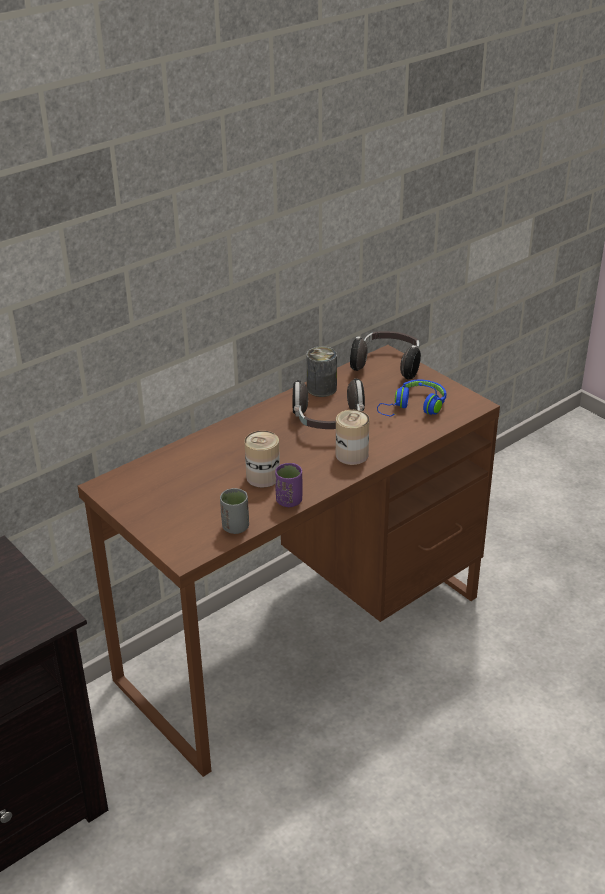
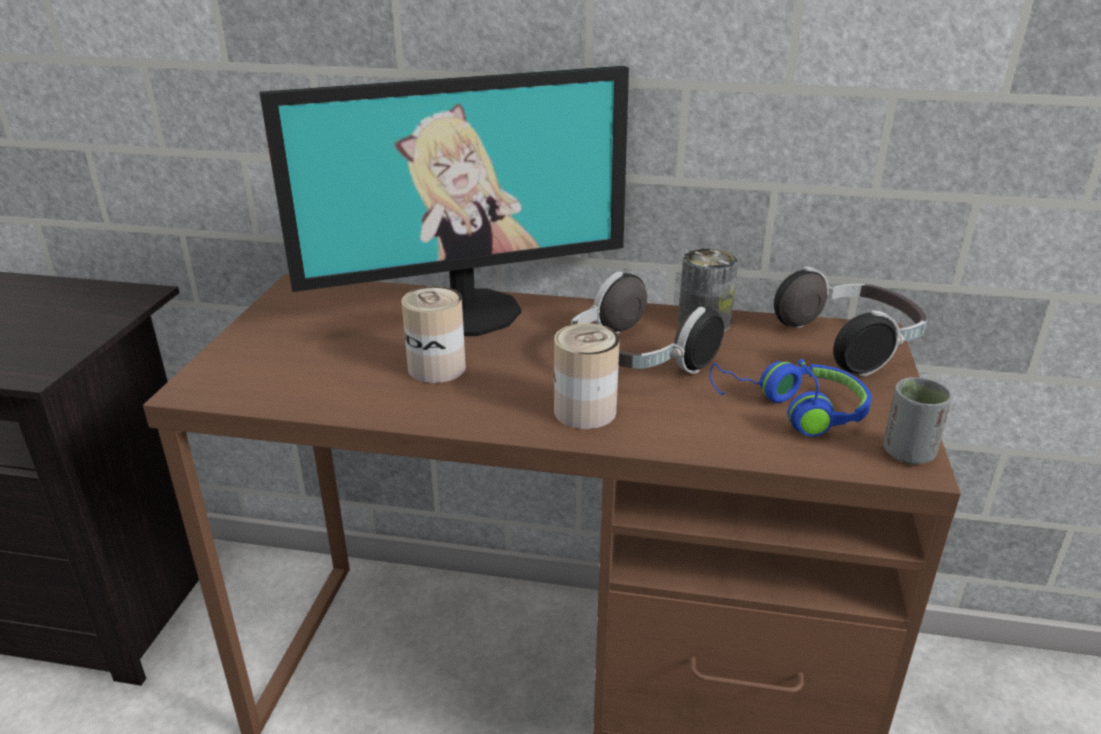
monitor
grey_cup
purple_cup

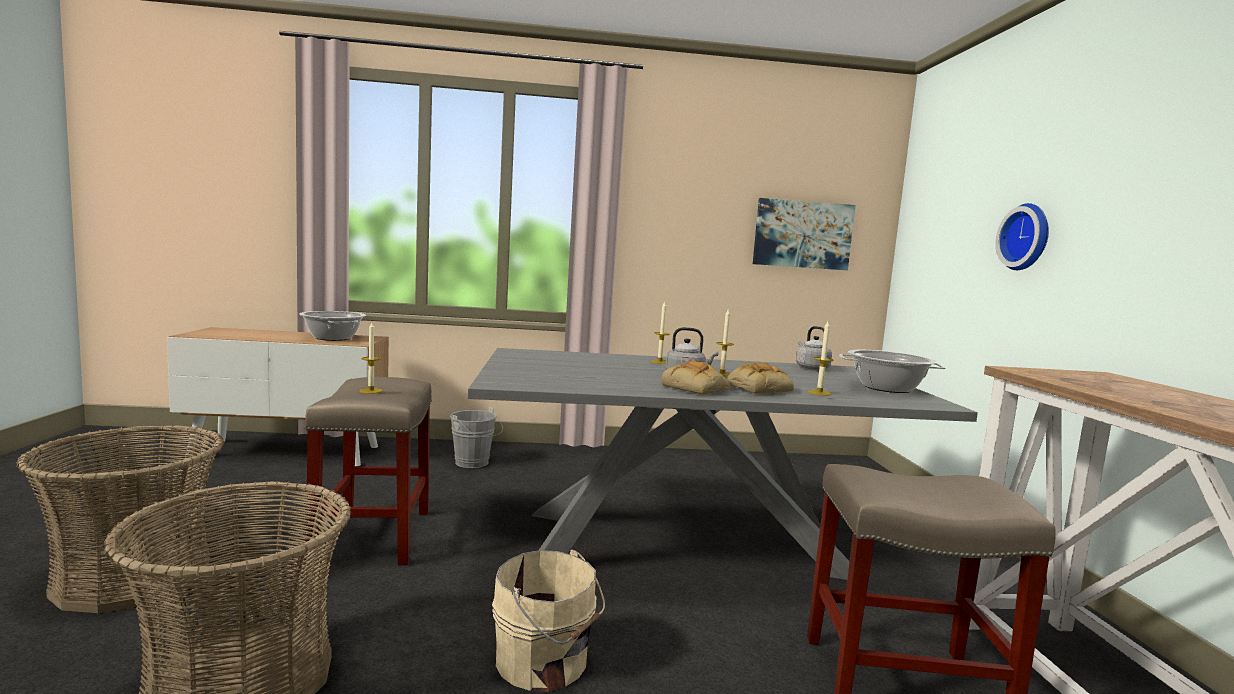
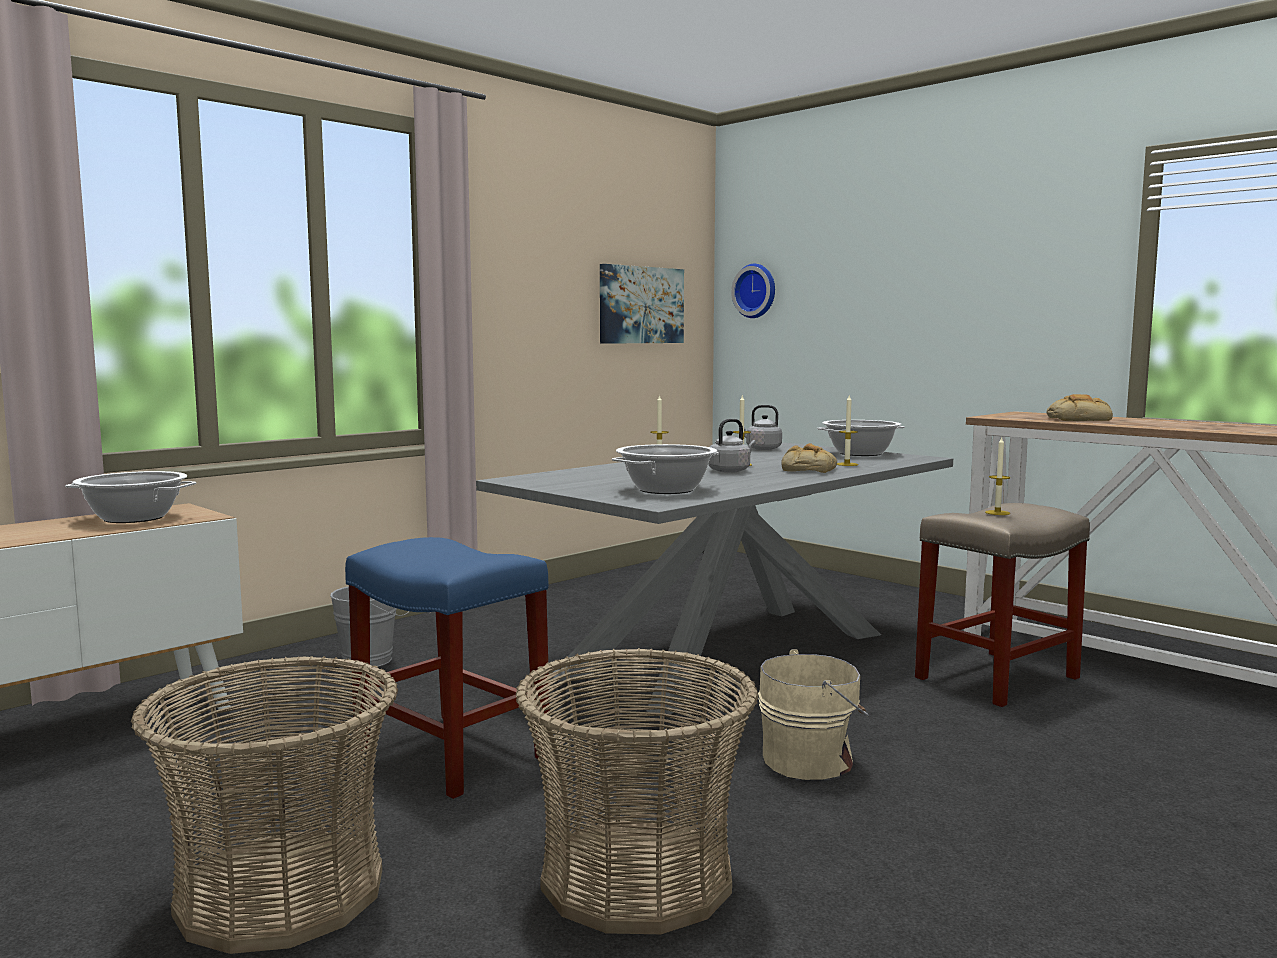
blue_stool
cooking_pot (2nd from left)
wall_clock
candle (4th from left)
bread (2nd from left)

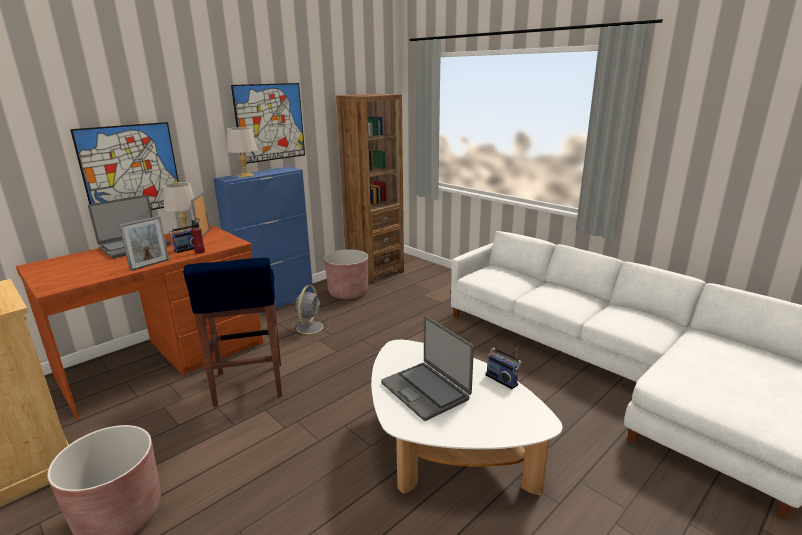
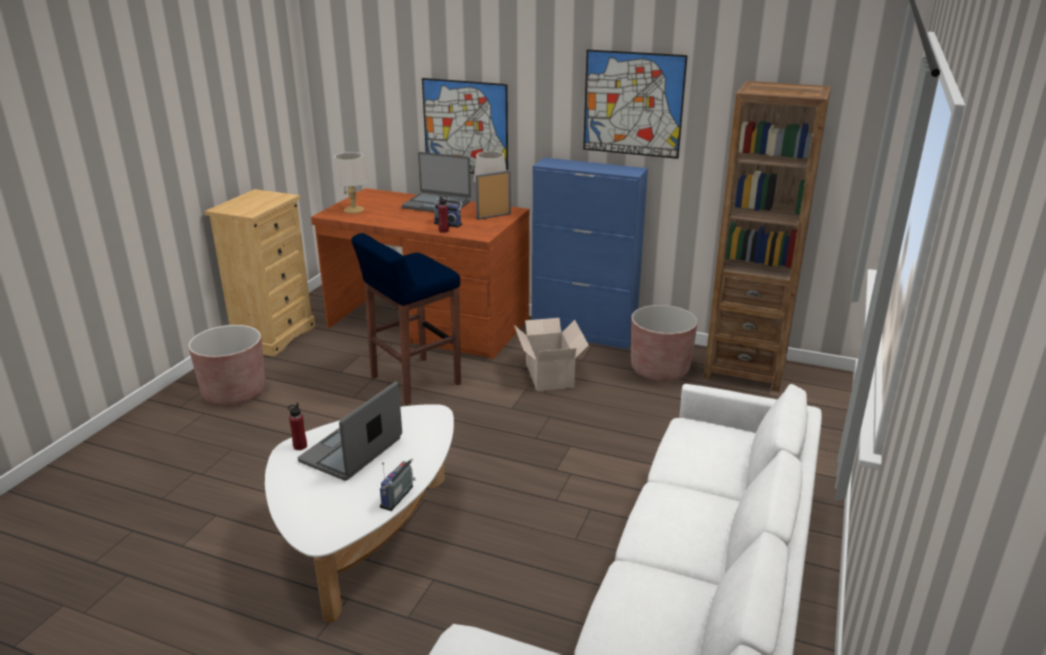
red_bottle (1st from left)
grey_table_lamp (1st from left)
cardboard_box
picture_frame (1st from left in the first image)

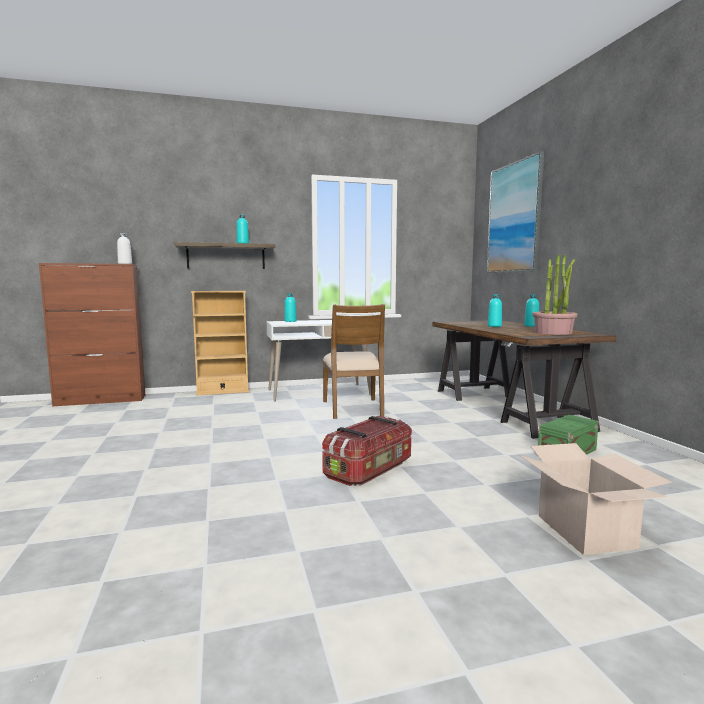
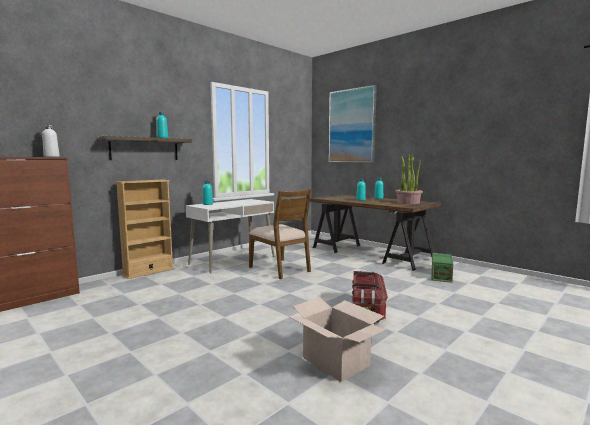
cardboard_box

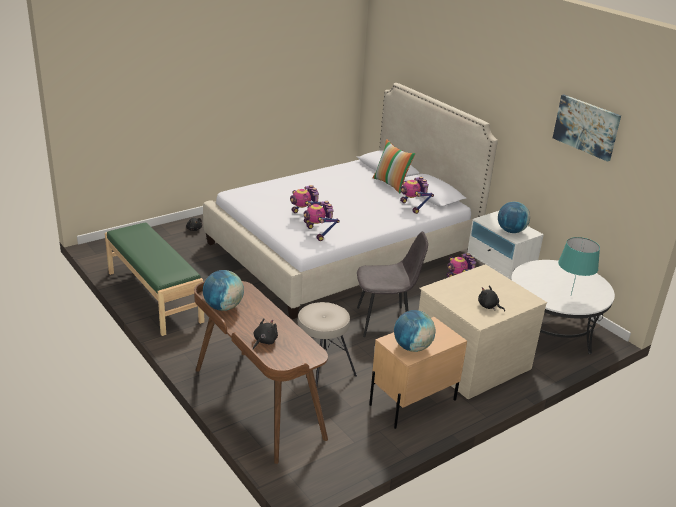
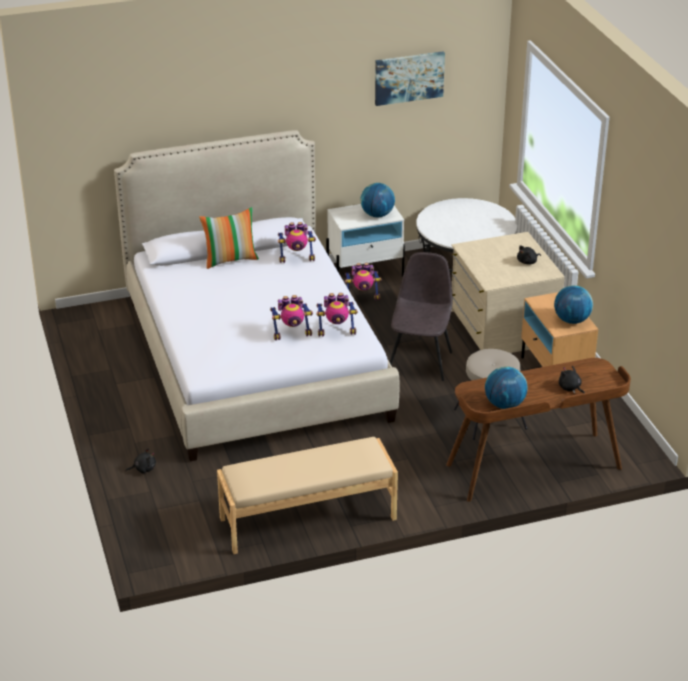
beige_bench
turquoise_table_lamp

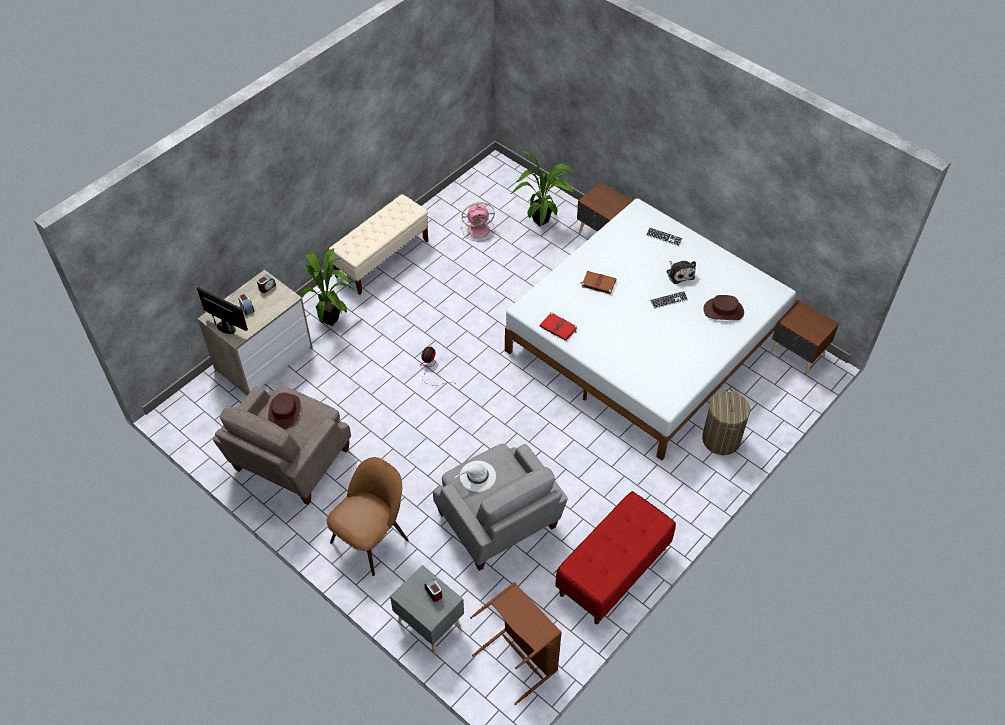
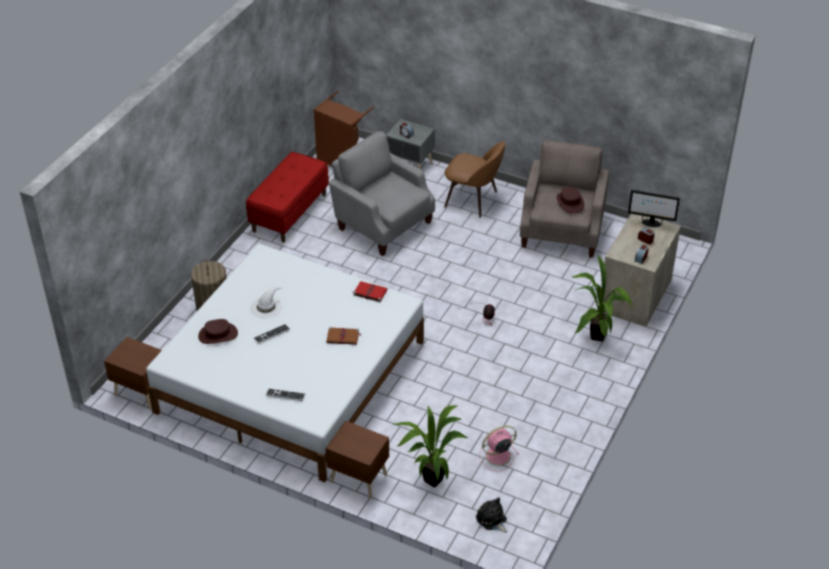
white_hat
brown_chair
plush_toy
beige_bench

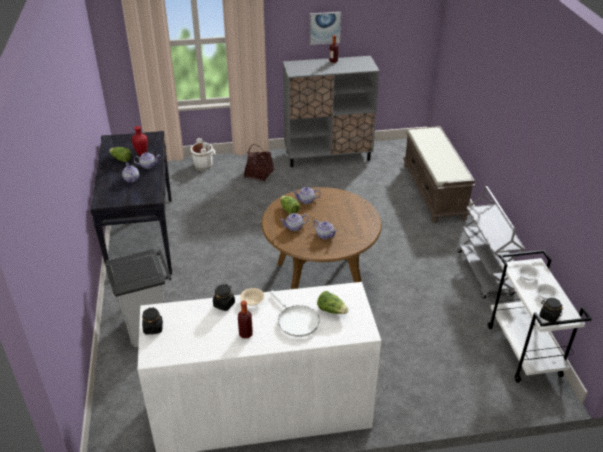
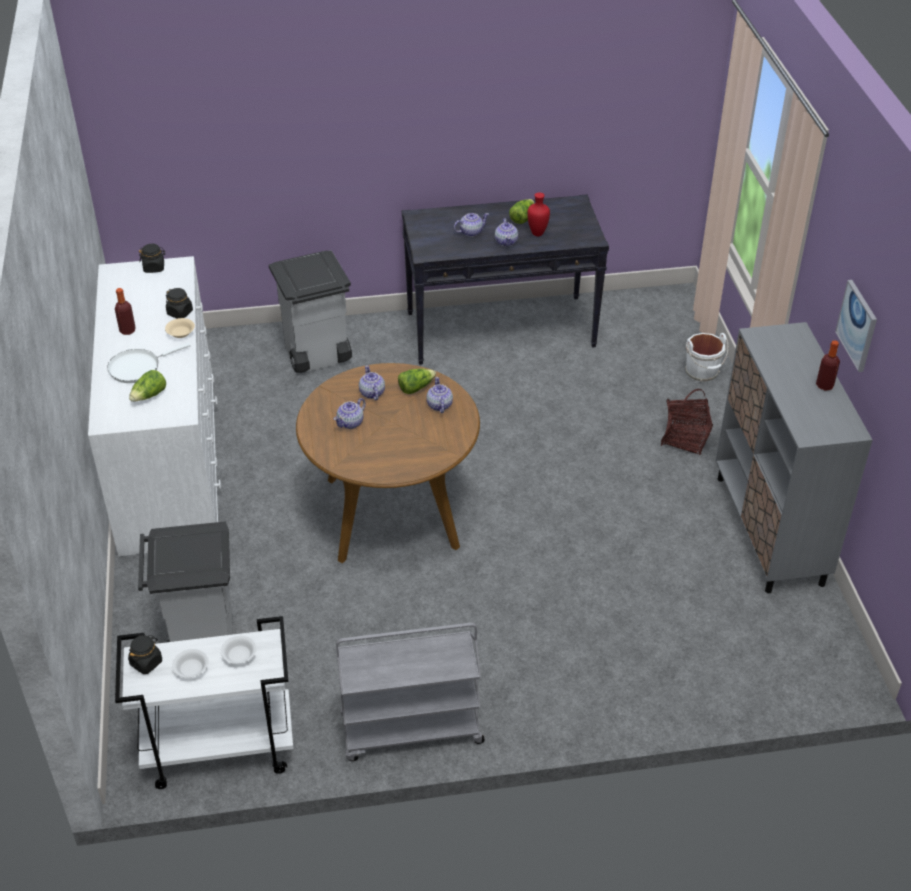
grey_trash_can (1st from left)
brown_bench

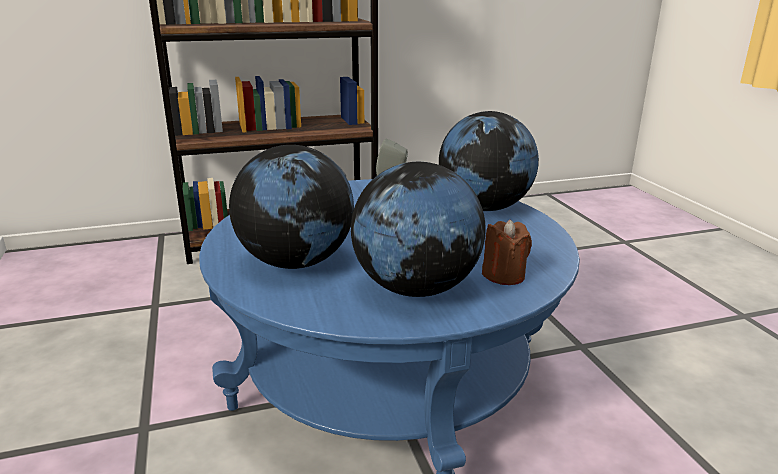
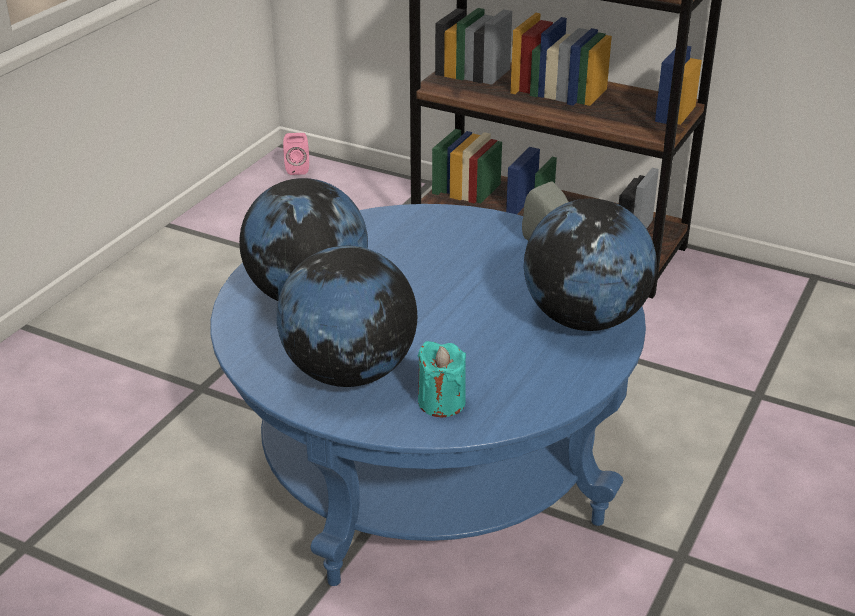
pink_speaker
turquoise_candle

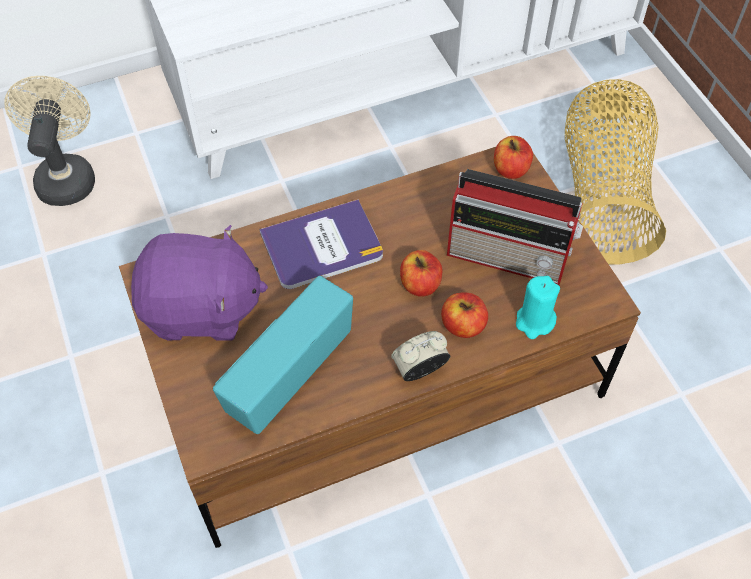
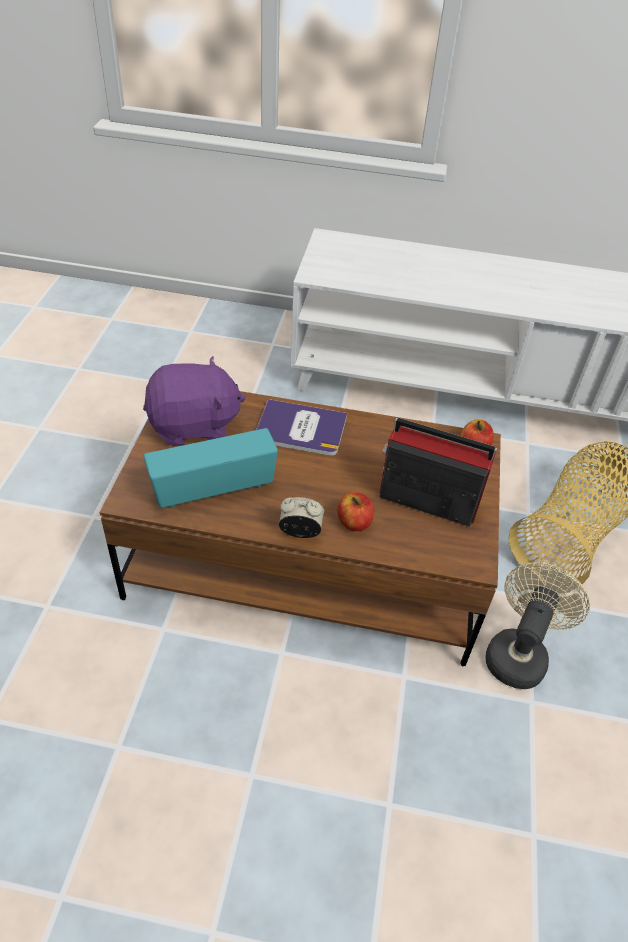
purple_plush_toy
radio (2nd from left)
beige_fan
apple (1st from left in the first image)
turquoise_candle

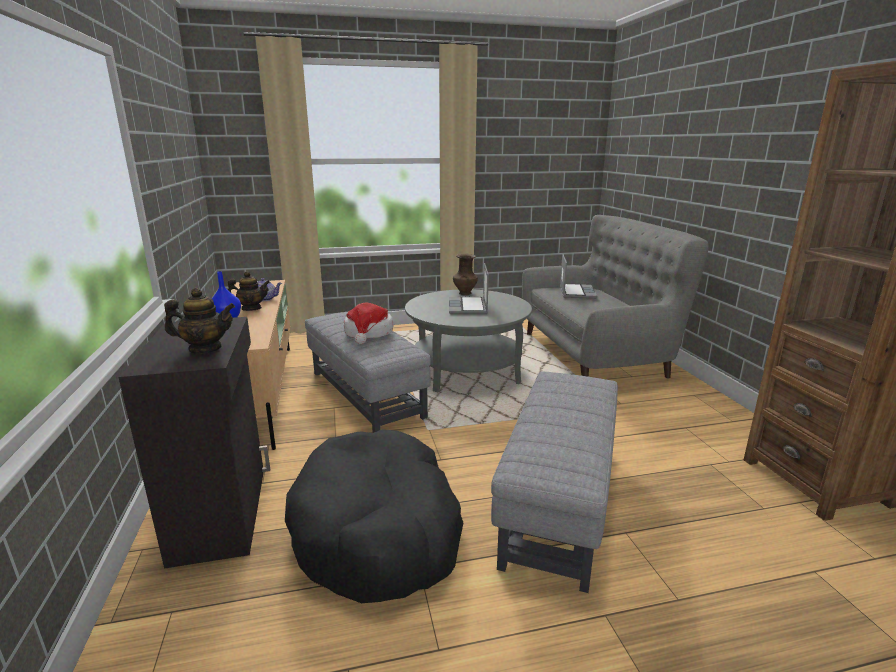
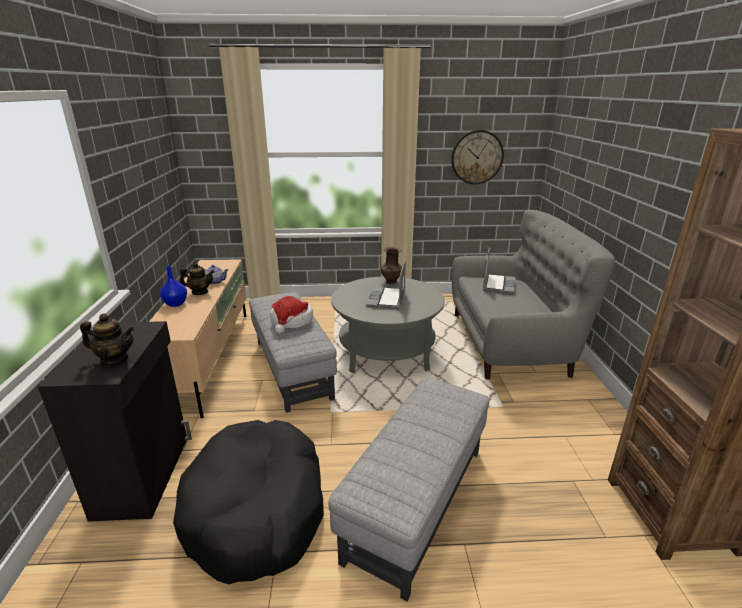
wall_clock

